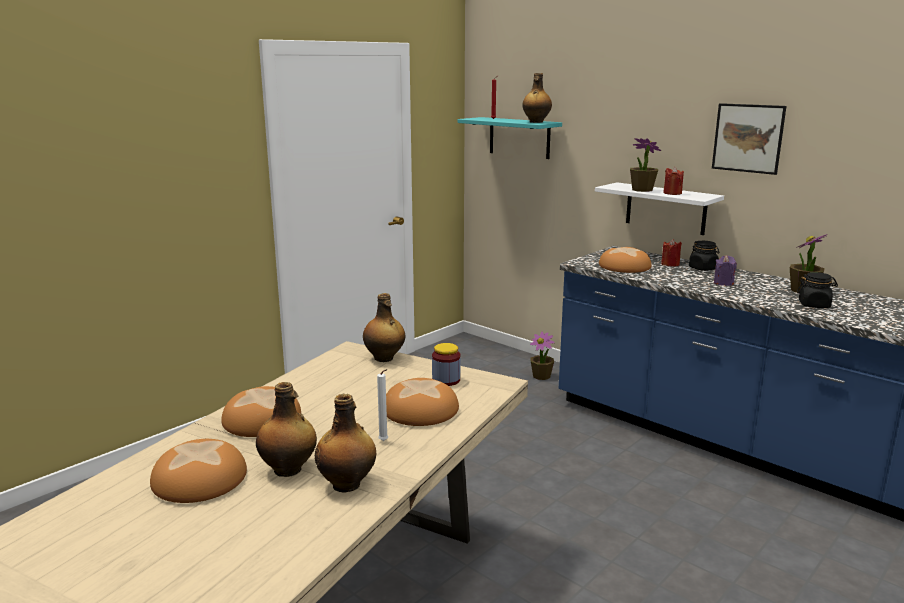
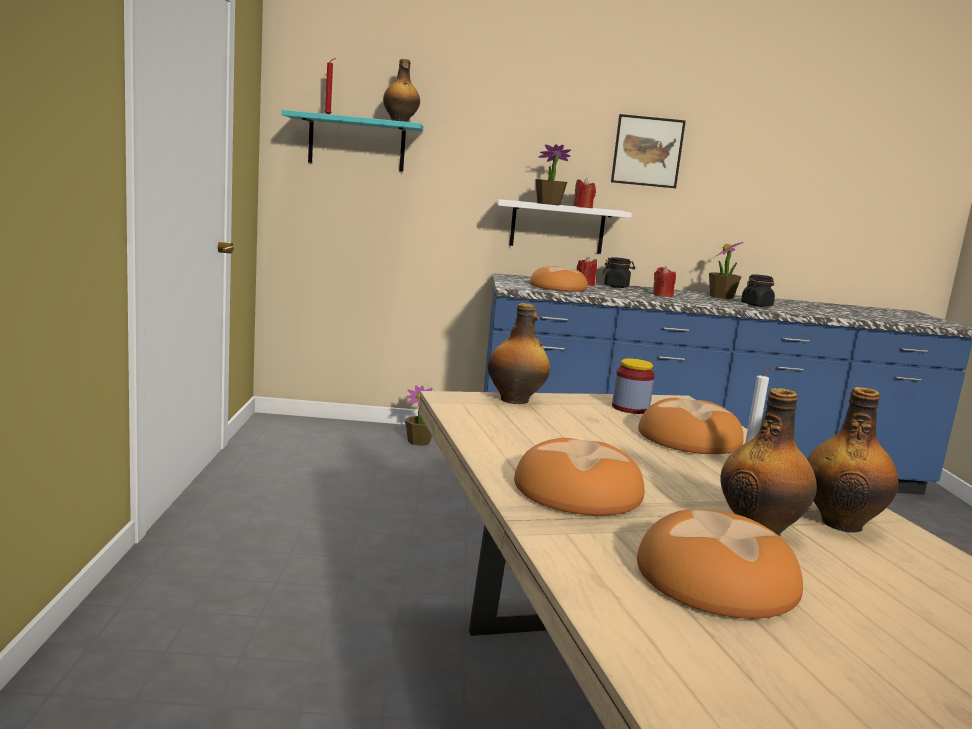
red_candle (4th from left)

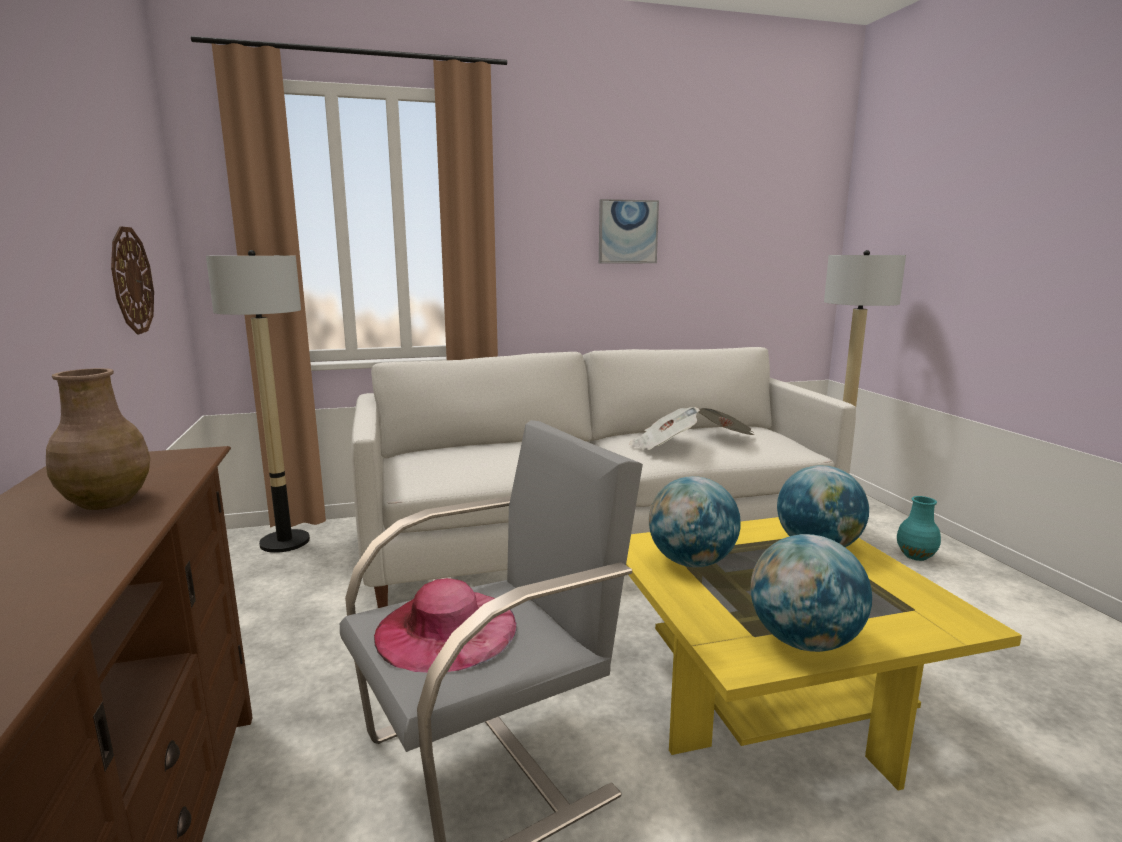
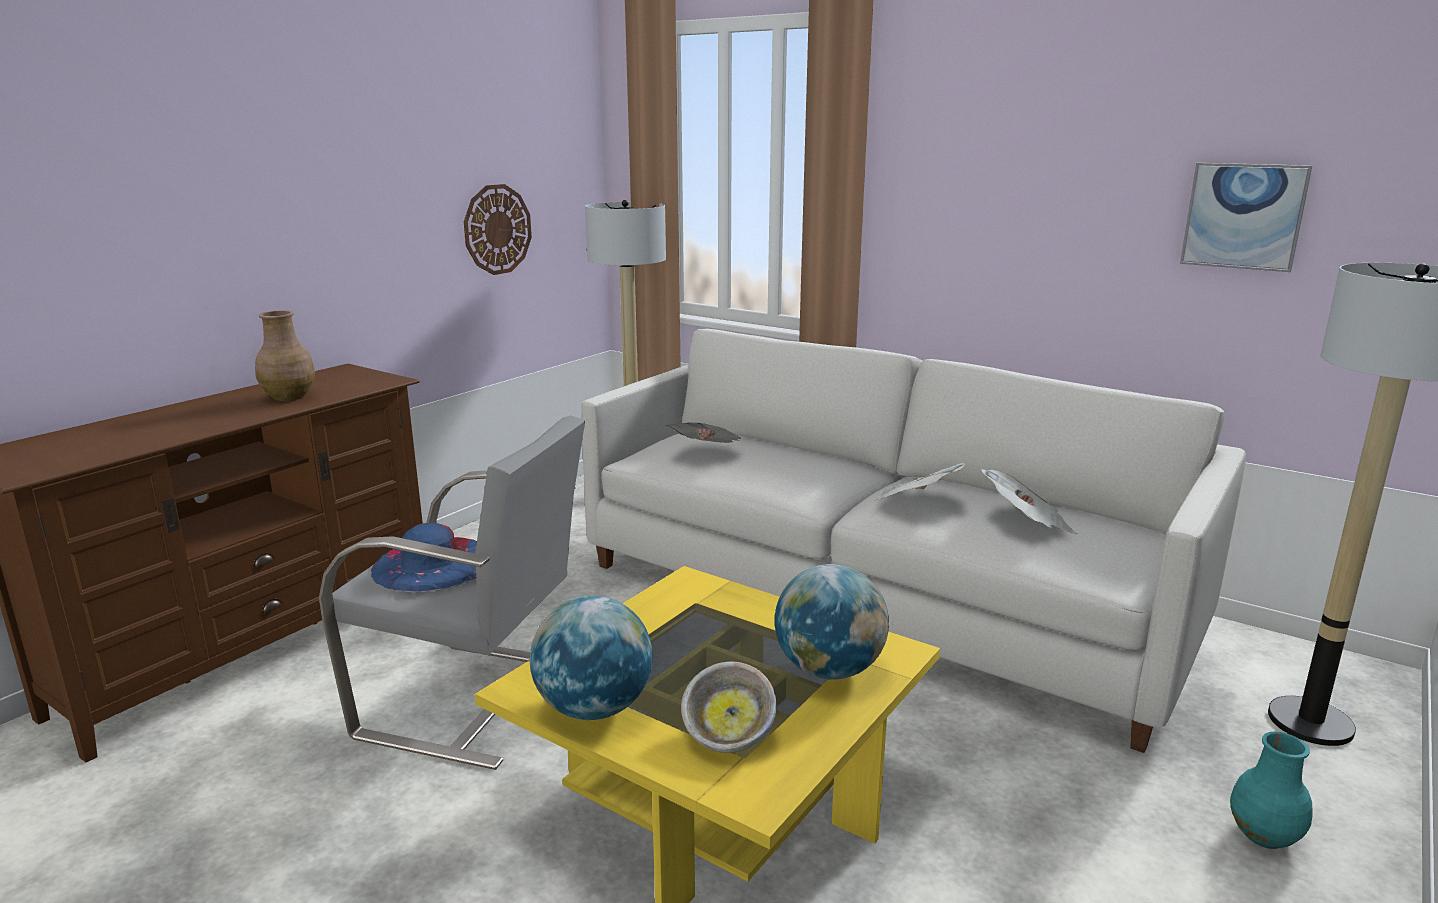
blue_hat
newspaper (1st from left)
bowl
picture
globe (1st from left in the first image)

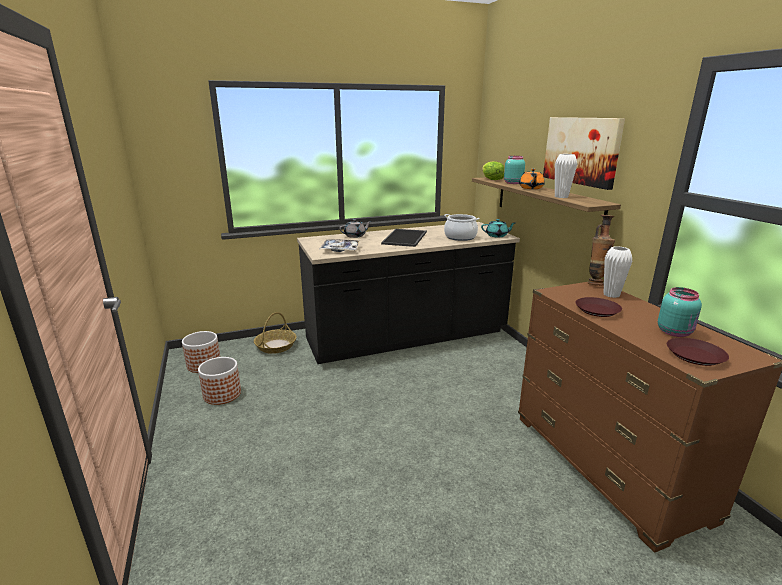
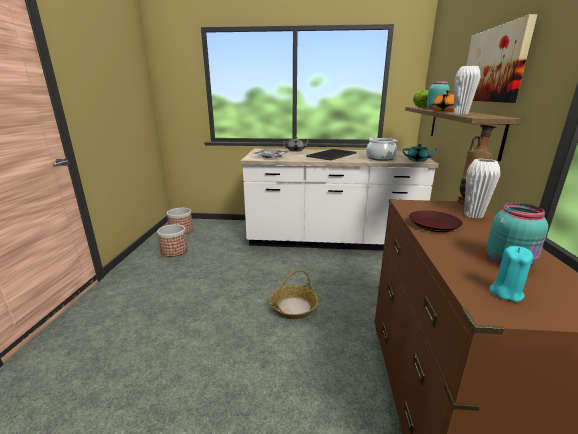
white_counter
basket
turquoise_candle

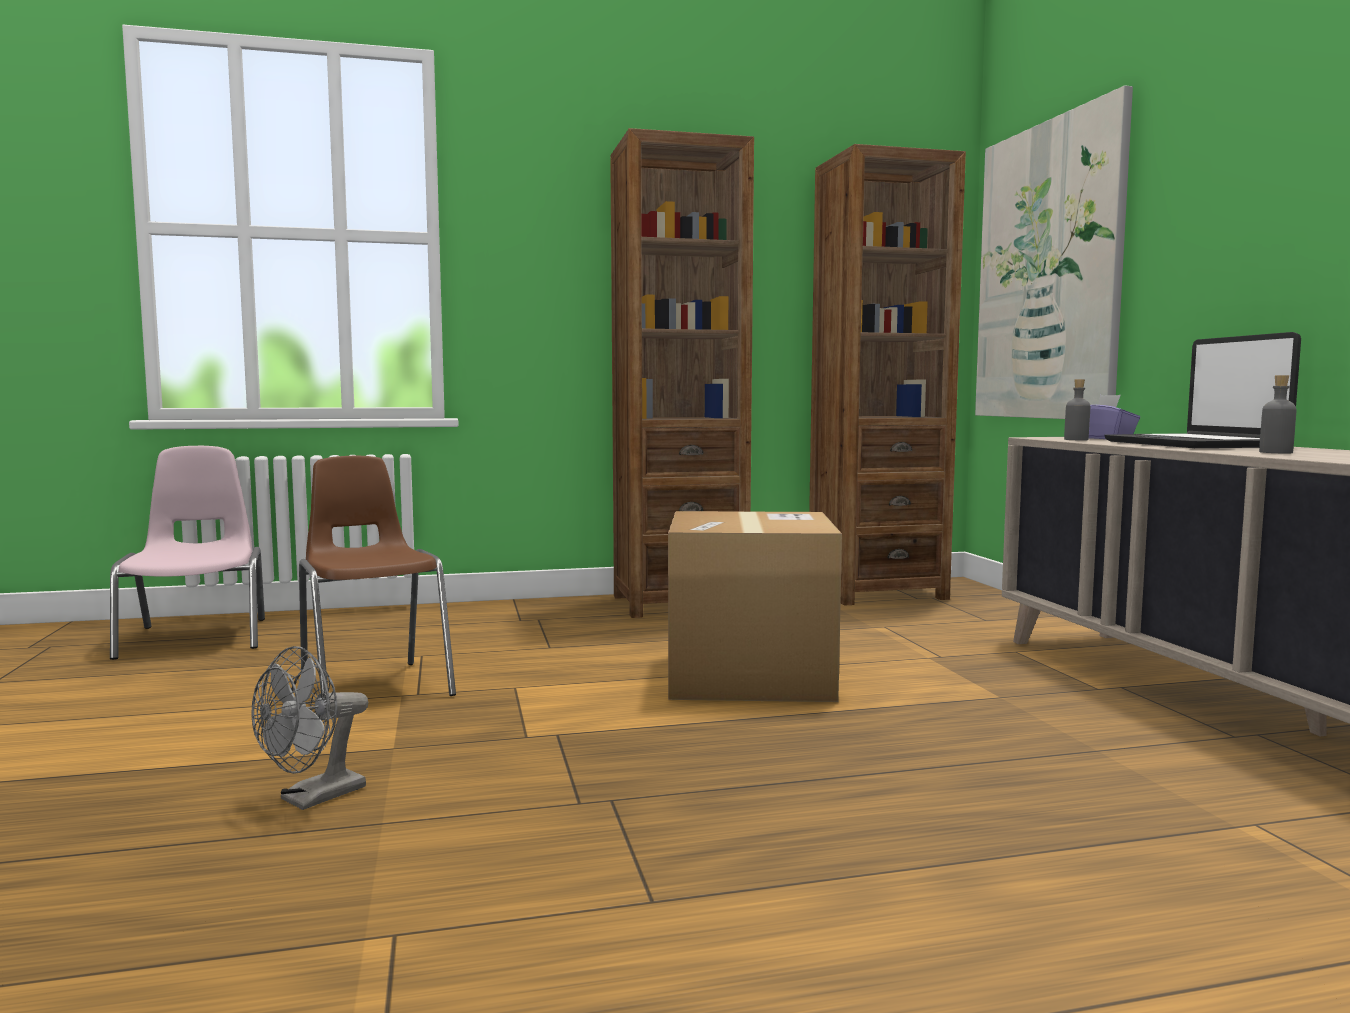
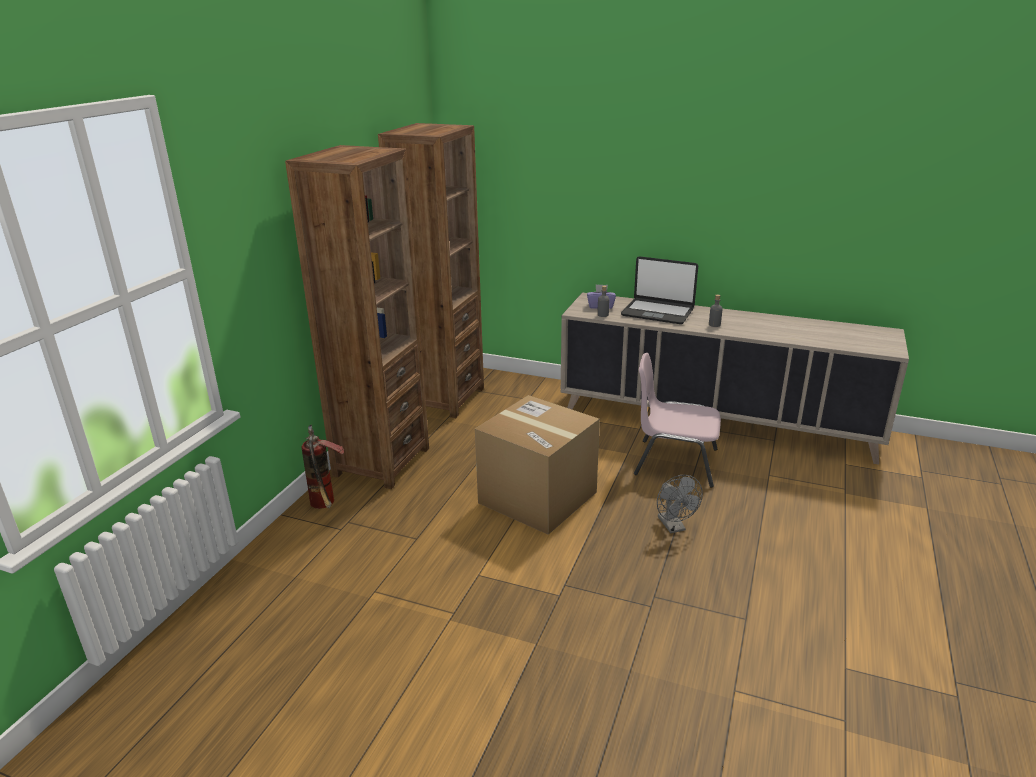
fire_extinguisher
pink_chair
grey_fan
brown_chair
picture

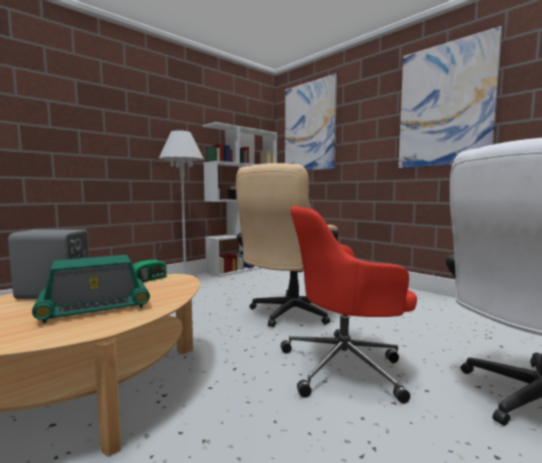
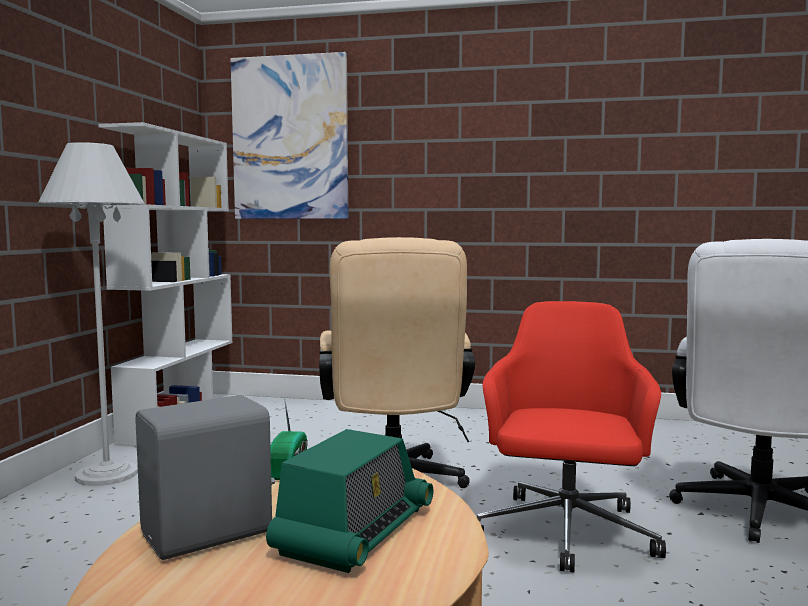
red_office_chair
picture (2nd from left in the first image)

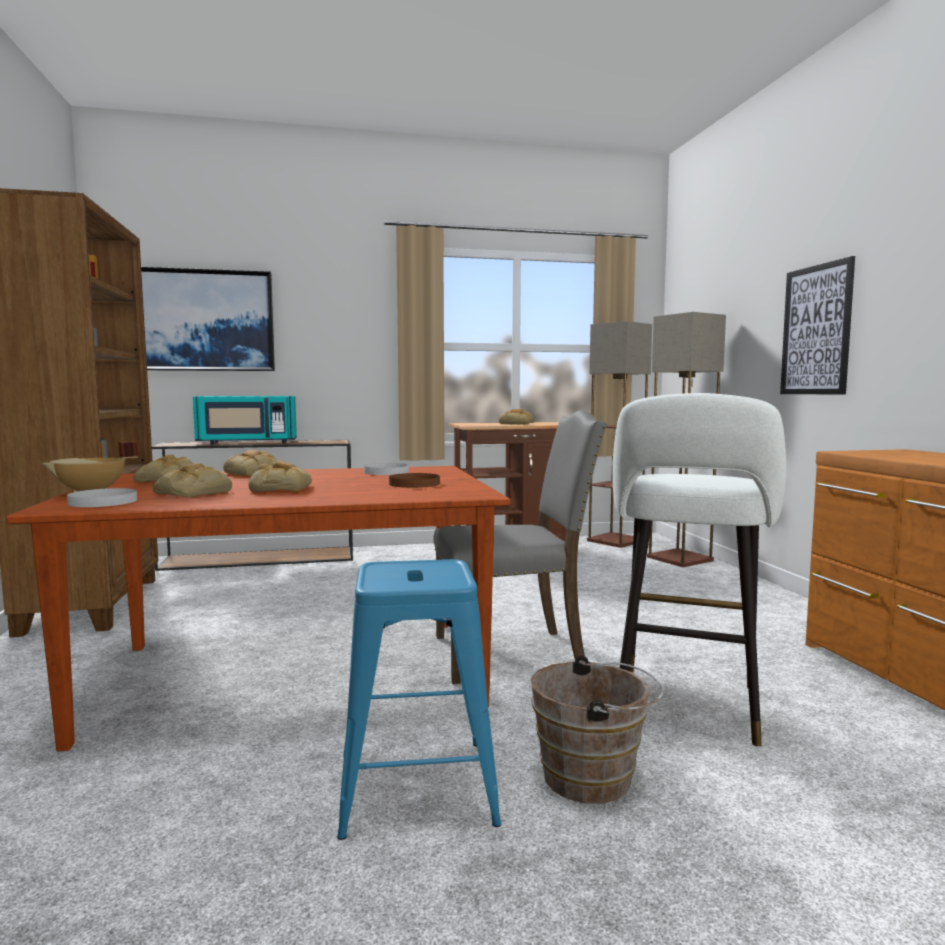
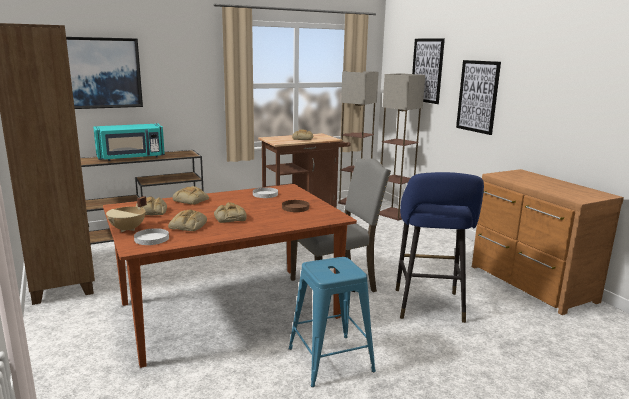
blue_stool (2nd from left)
picture (2nd from left)
brown_bucket

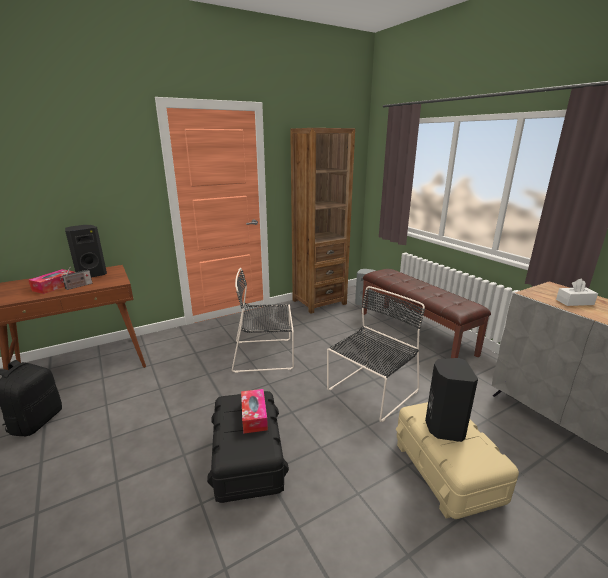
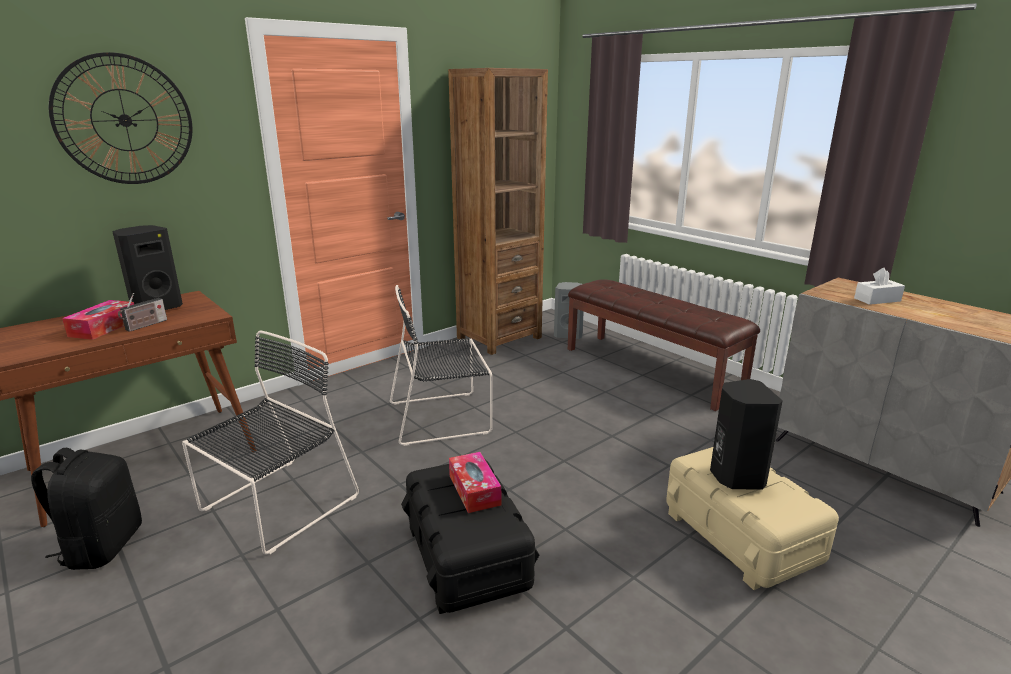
wall_clock
black_chair (1st from left)

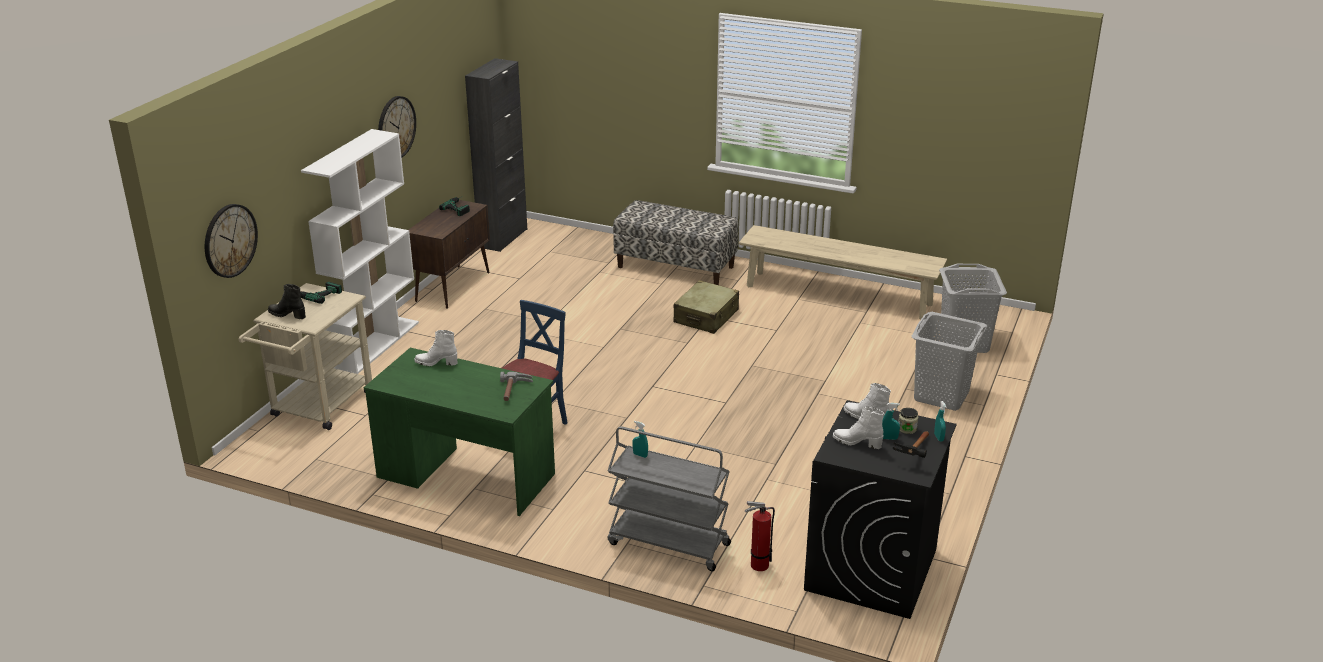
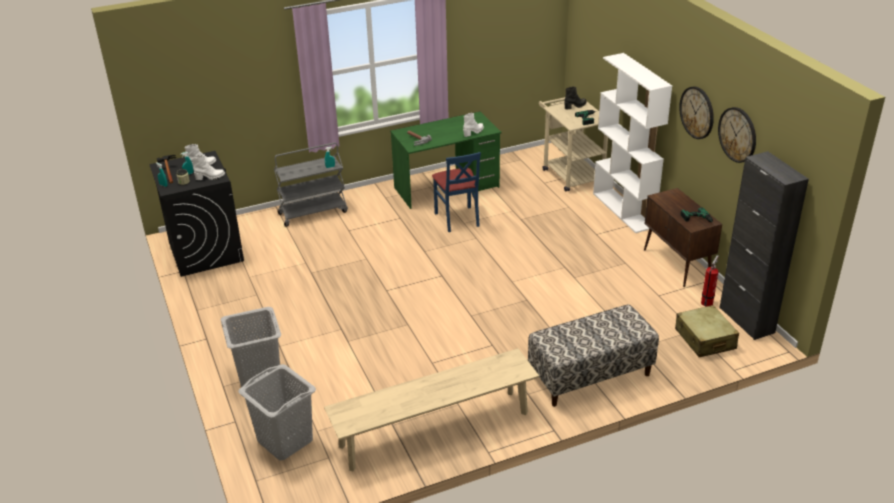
beige_suitcase
fire_extinguisher
wall_clock (2nd from left)

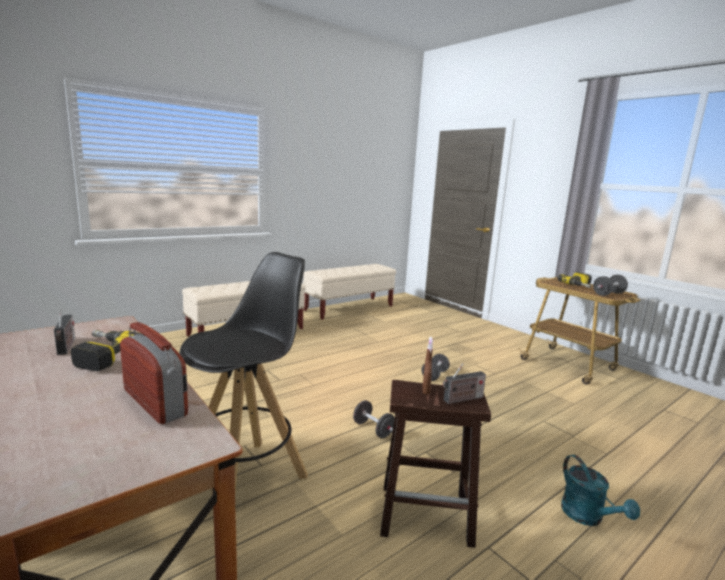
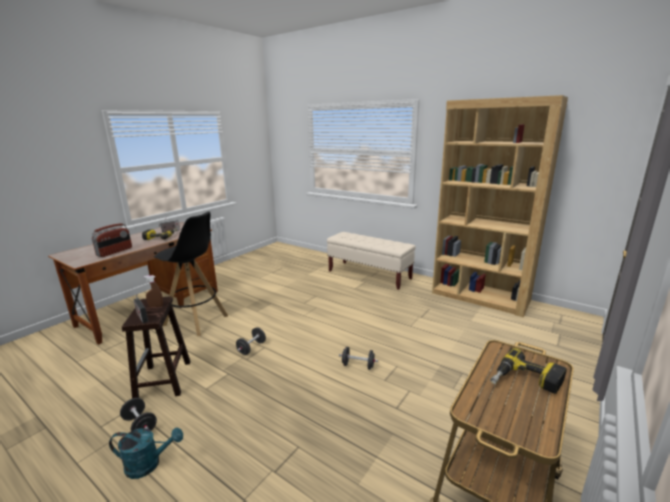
turquoise_watering_can
black_dumbbell (1st from left)
brown_bookcase

